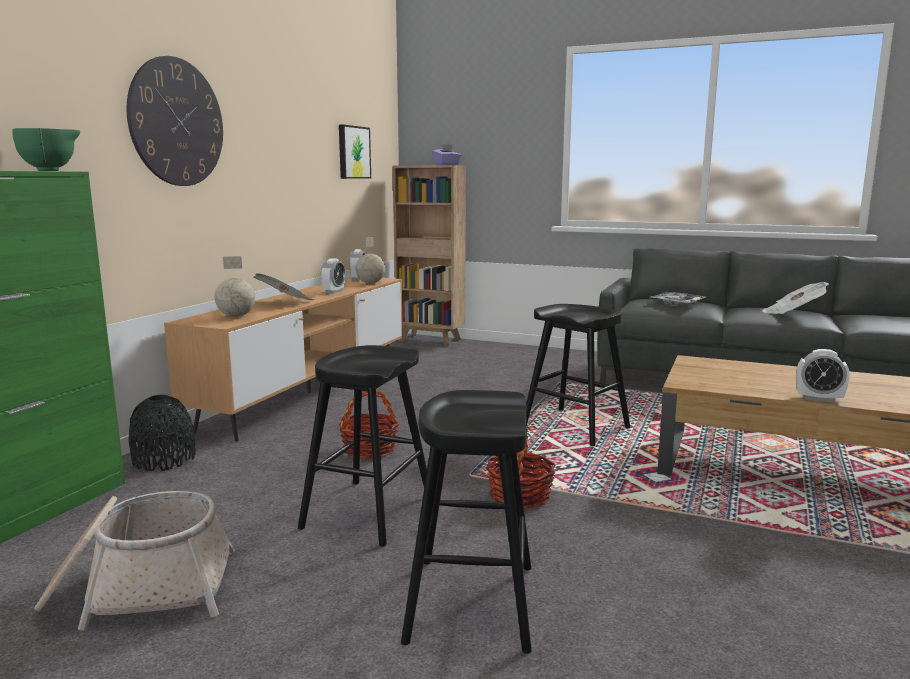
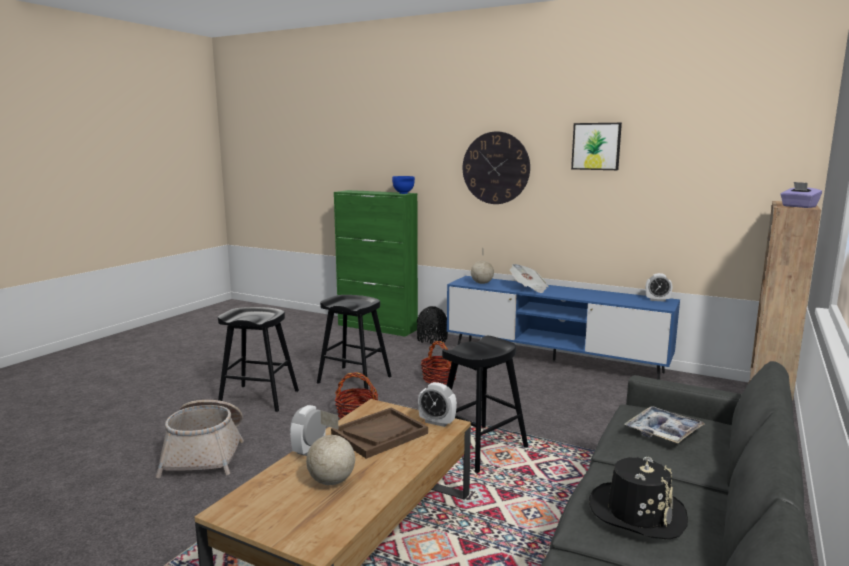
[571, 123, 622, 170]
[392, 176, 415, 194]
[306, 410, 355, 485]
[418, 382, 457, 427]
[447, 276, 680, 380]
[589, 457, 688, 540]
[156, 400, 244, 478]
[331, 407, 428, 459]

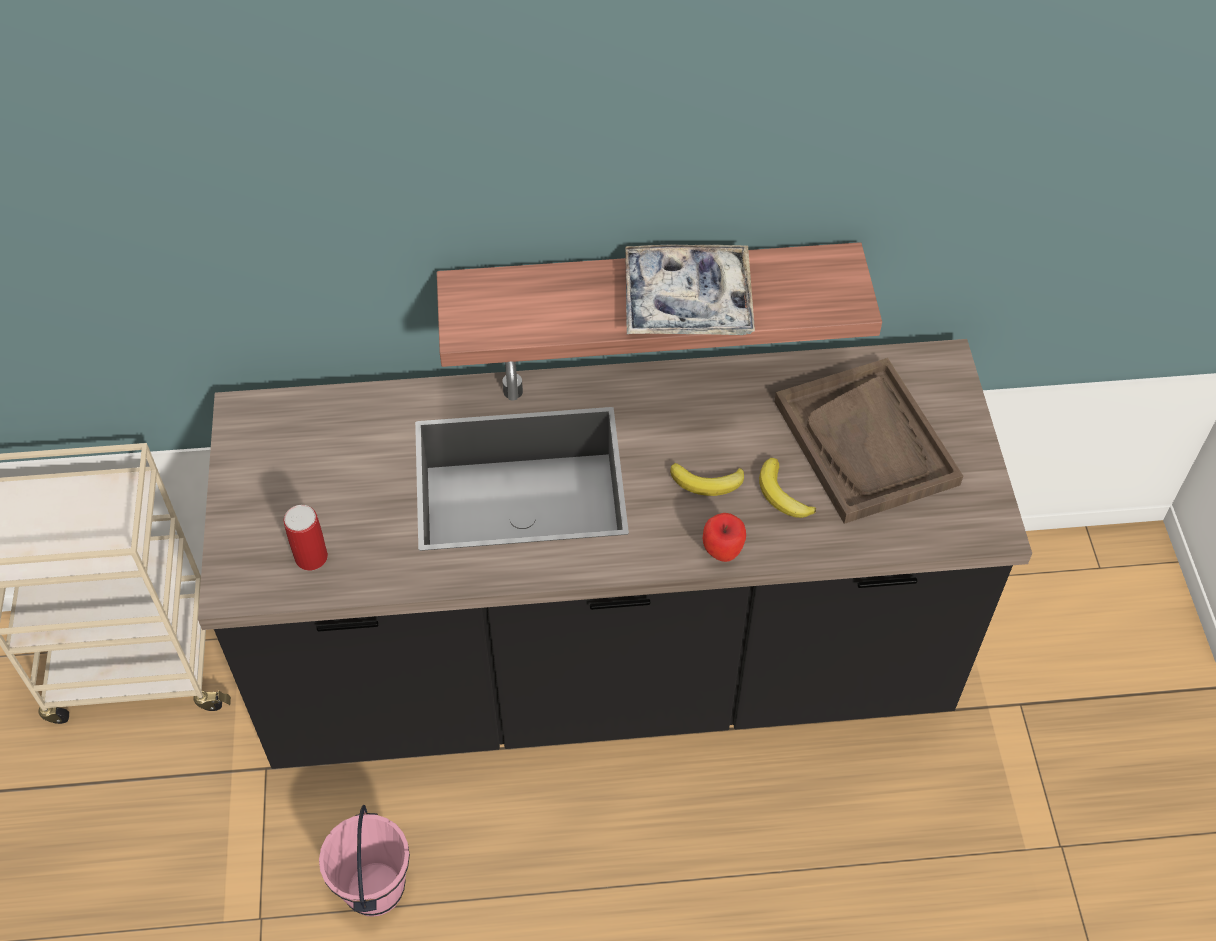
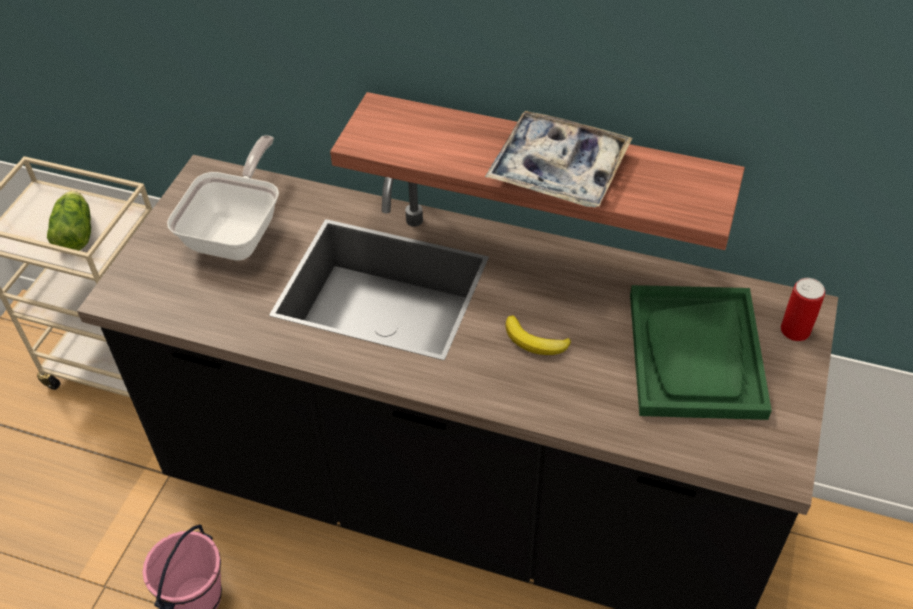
[630, 285, 772, 420]
[759, 458, 816, 518] (first image)
[781, 278, 825, 341]
[703, 513, 746, 562] (first image)
[167, 135, 279, 261]
[47, 191, 91, 251]

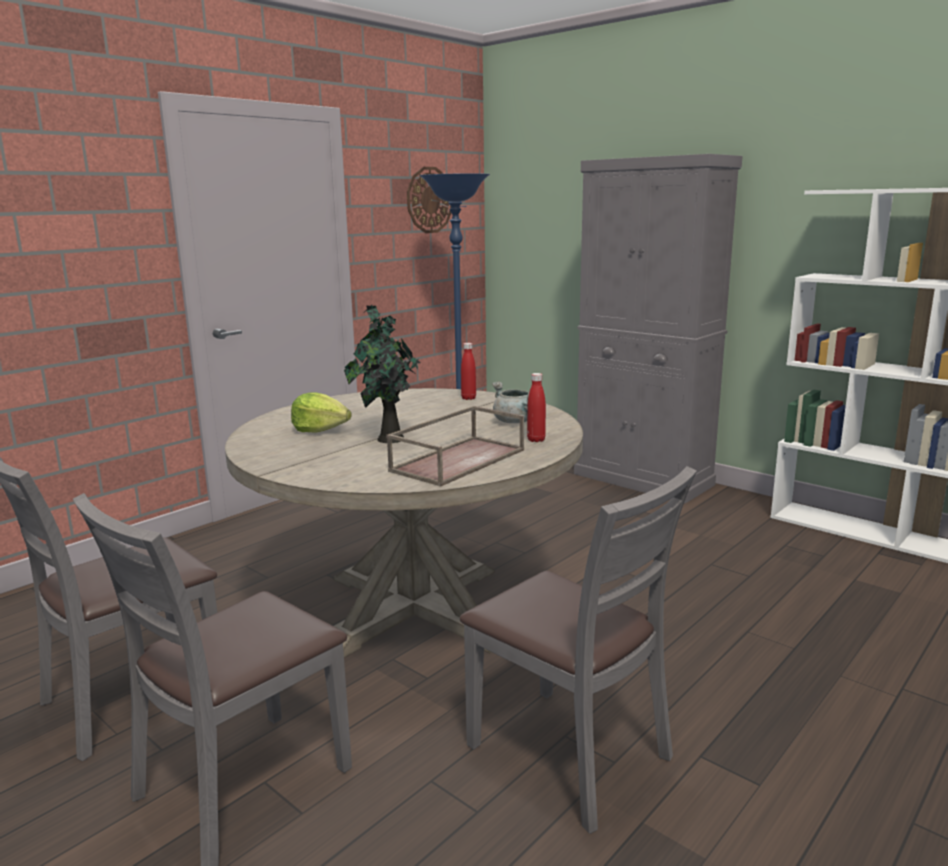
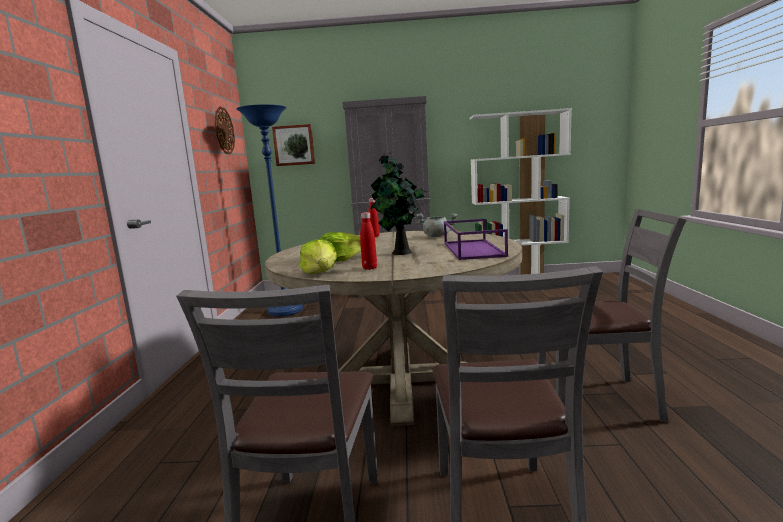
[360, 212, 377, 270]
[444, 219, 508, 260]
[272, 124, 315, 166]
[300, 240, 337, 274]

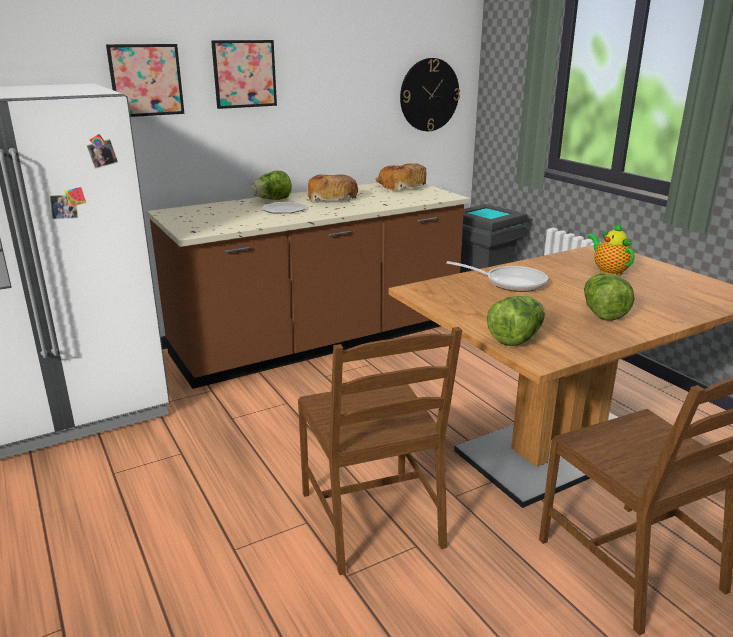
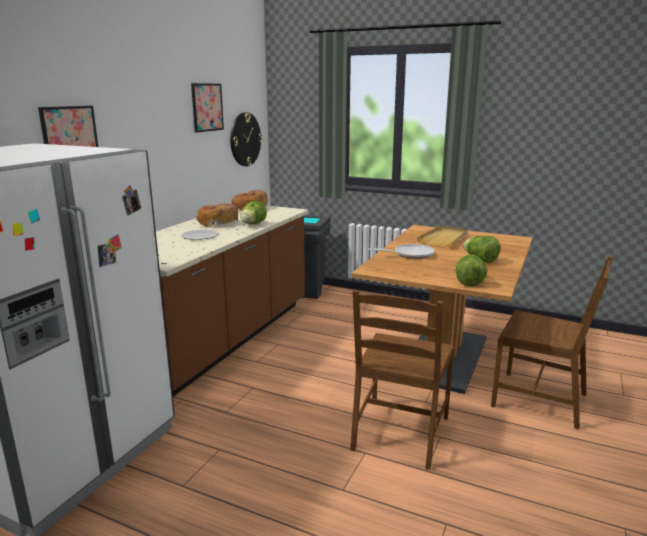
[191, 83, 224, 133]
[240, 201, 267, 224]
[417, 226, 468, 248]
[350, 290, 454, 470]

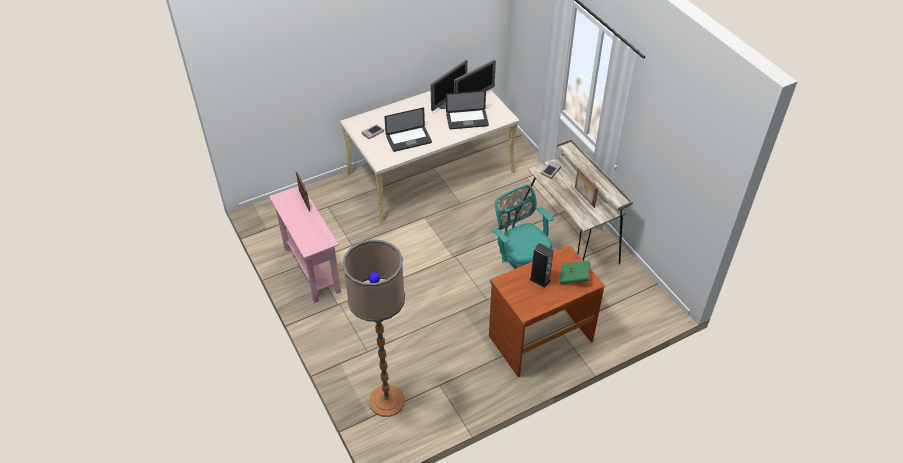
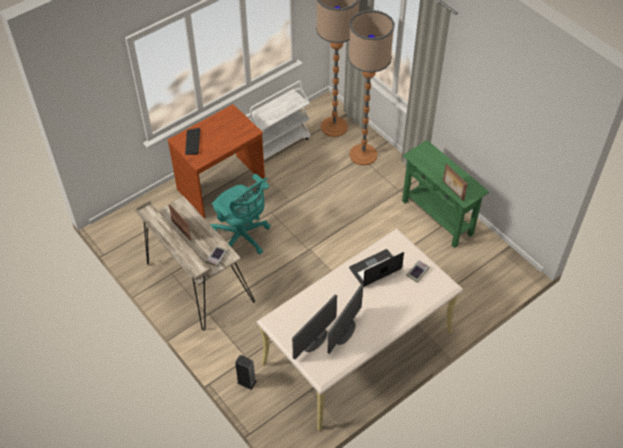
[446, 91, 489, 129] (first image)
[402, 140, 489, 248]
[235, 355, 257, 390]
[185, 128, 200, 155]
[348, 10, 395, 165]
[245, 81, 310, 160]

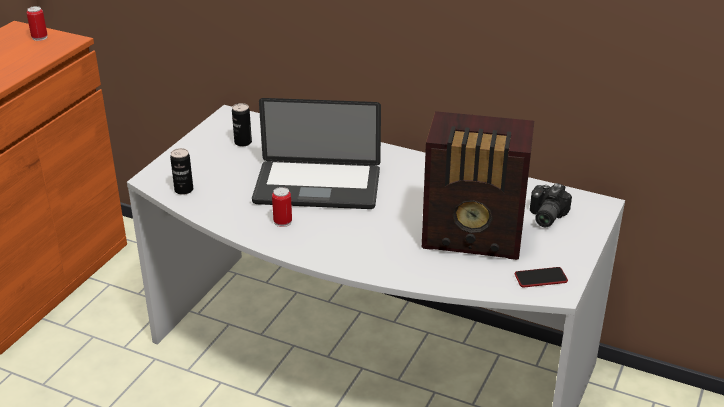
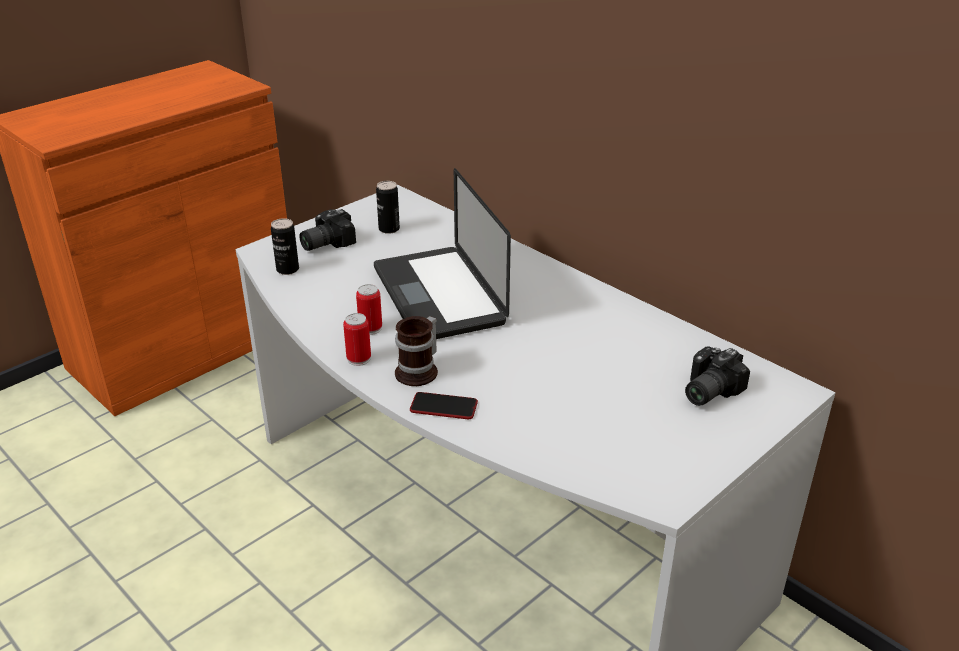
[343, 313, 371, 366]
[374, 168, 511, 339]
[422, 111, 534, 260] (first image)
[410, 392, 478, 419]
[299, 209, 356, 251]
[395, 316, 438, 386]

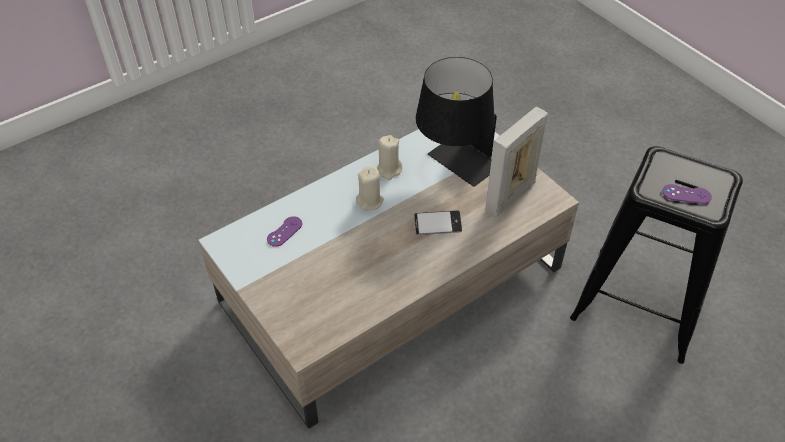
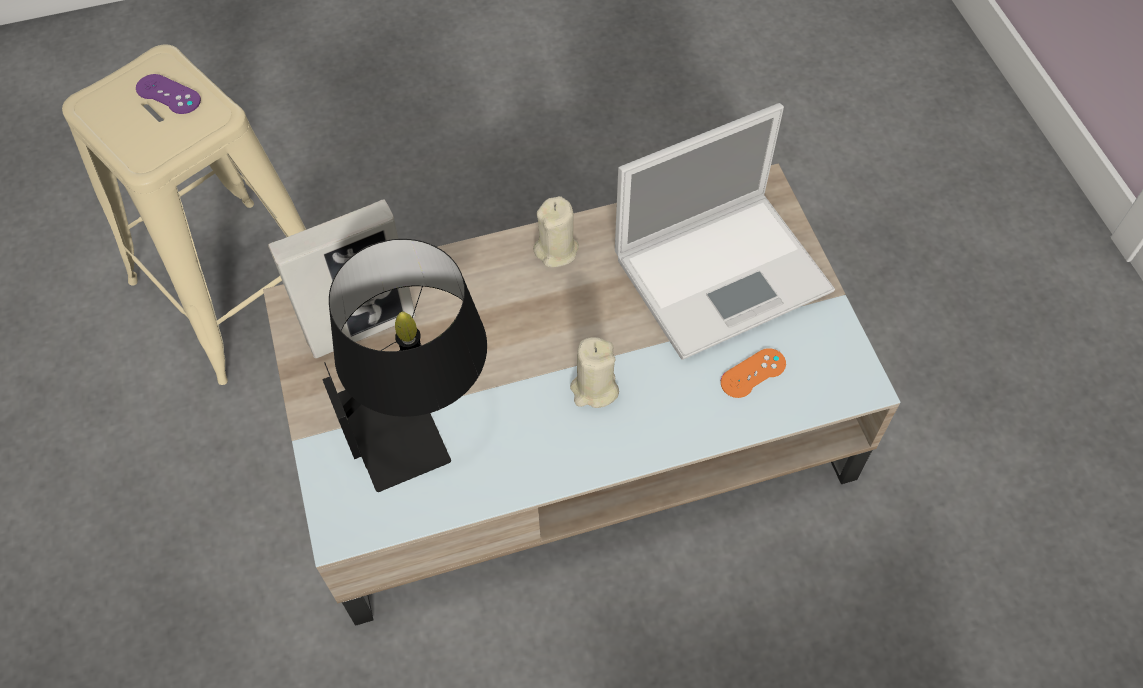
[533, 196, 579, 268]
[62, 44, 306, 385]
[414, 210, 462, 235] (first image)
[721, 348, 786, 398]
[615, 103, 835, 360]

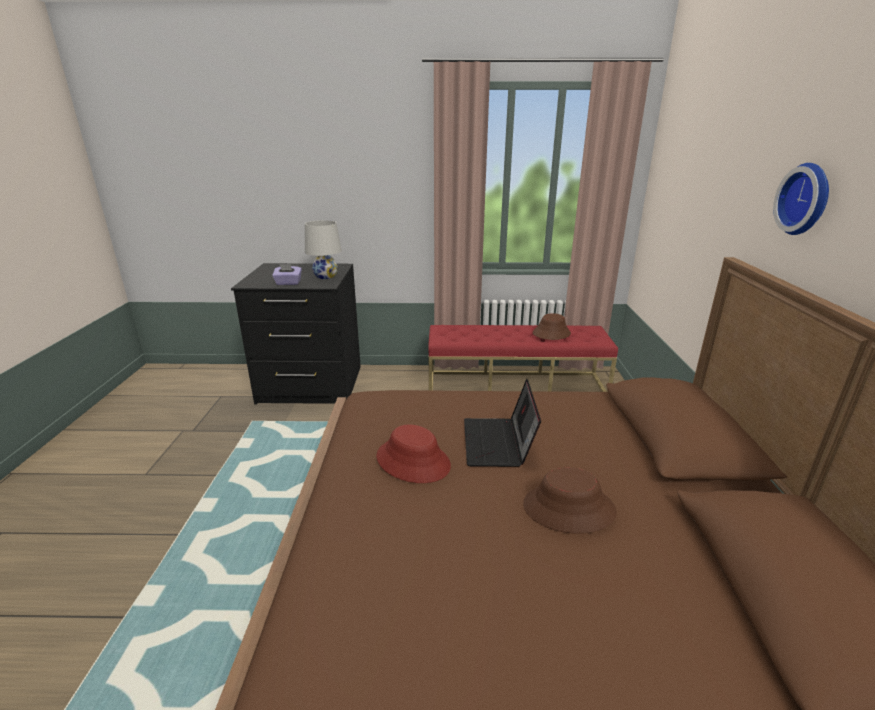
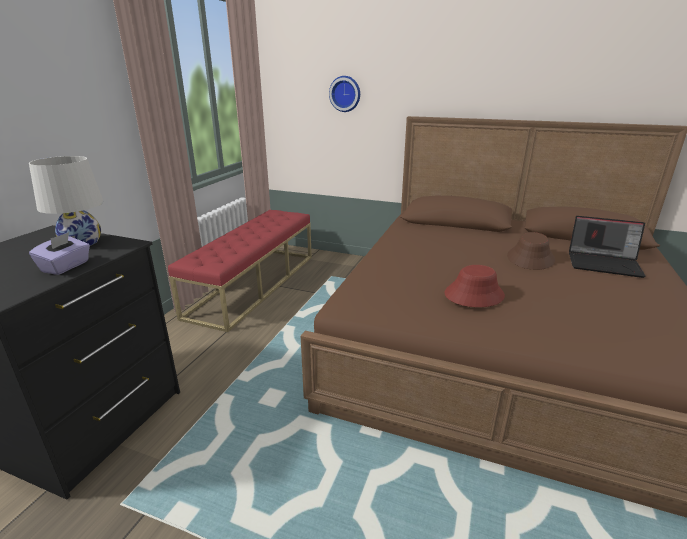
[329, 76, 360, 112]
[533, 313, 571, 340] (first image)
[569, 216, 646, 278]

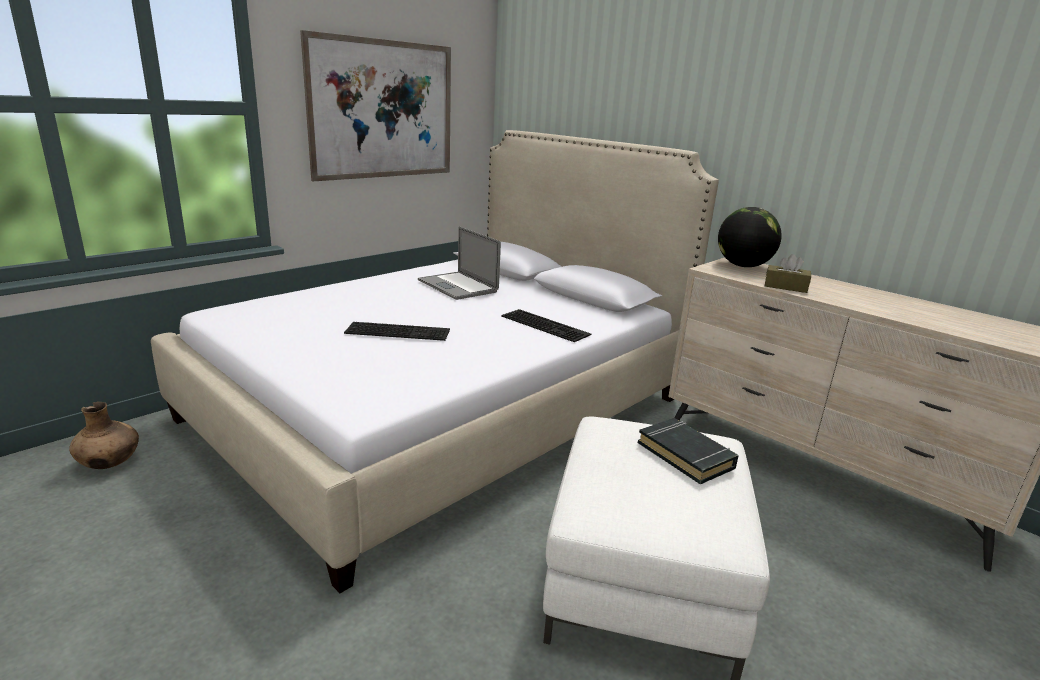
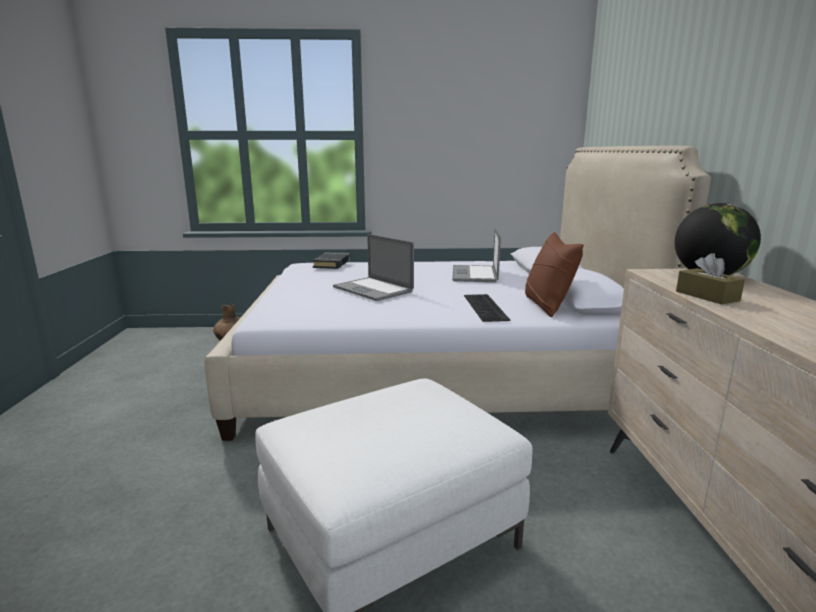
[300, 30, 451, 181] (first image)
[333, 234, 414, 301]
[312, 252, 350, 269]
[525, 232, 584, 317]

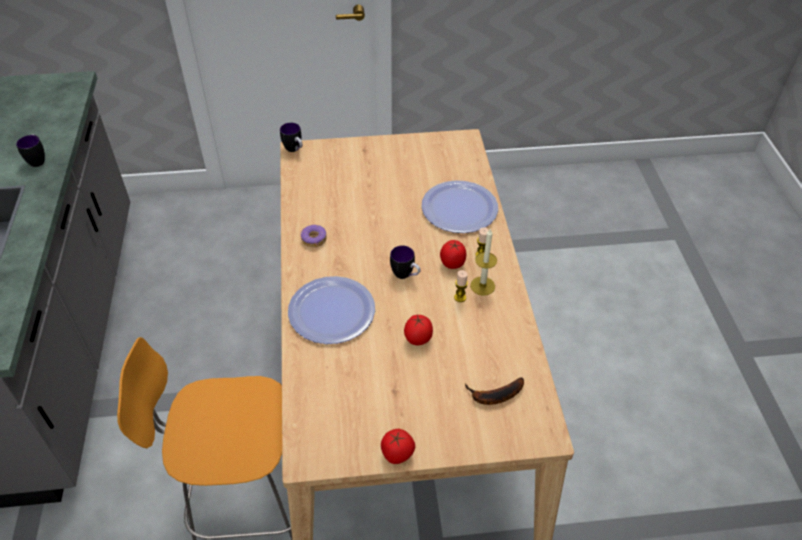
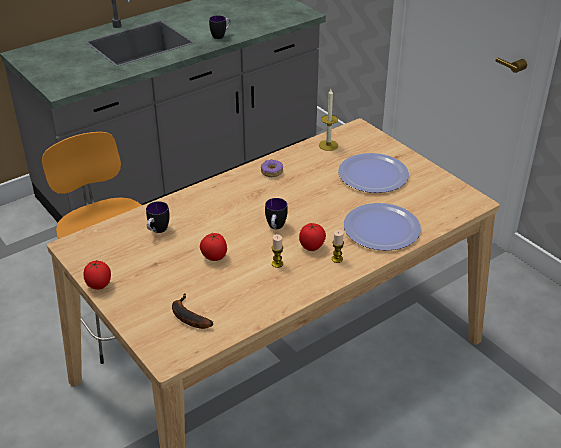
[146, 201, 170, 233]
[319, 89, 338, 151]
[338, 153, 409, 193]

